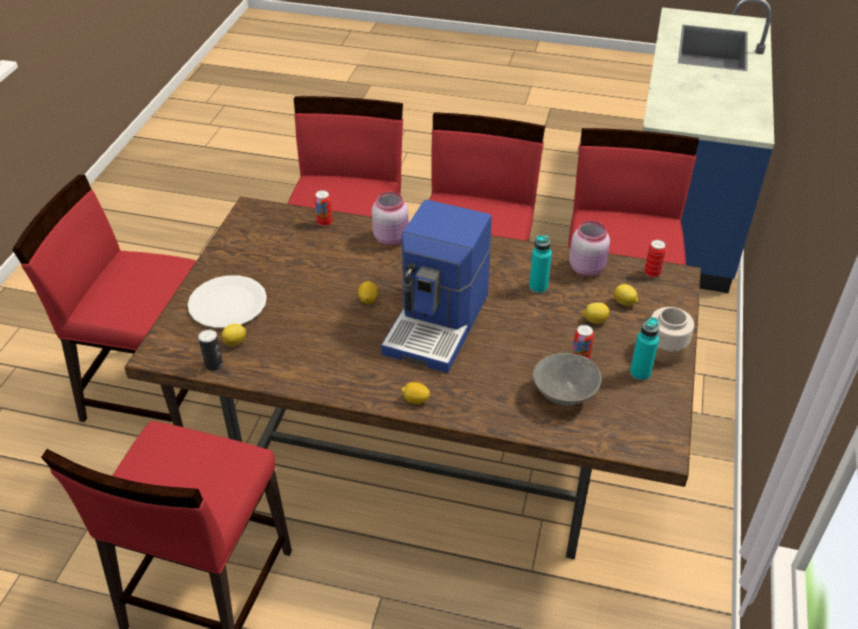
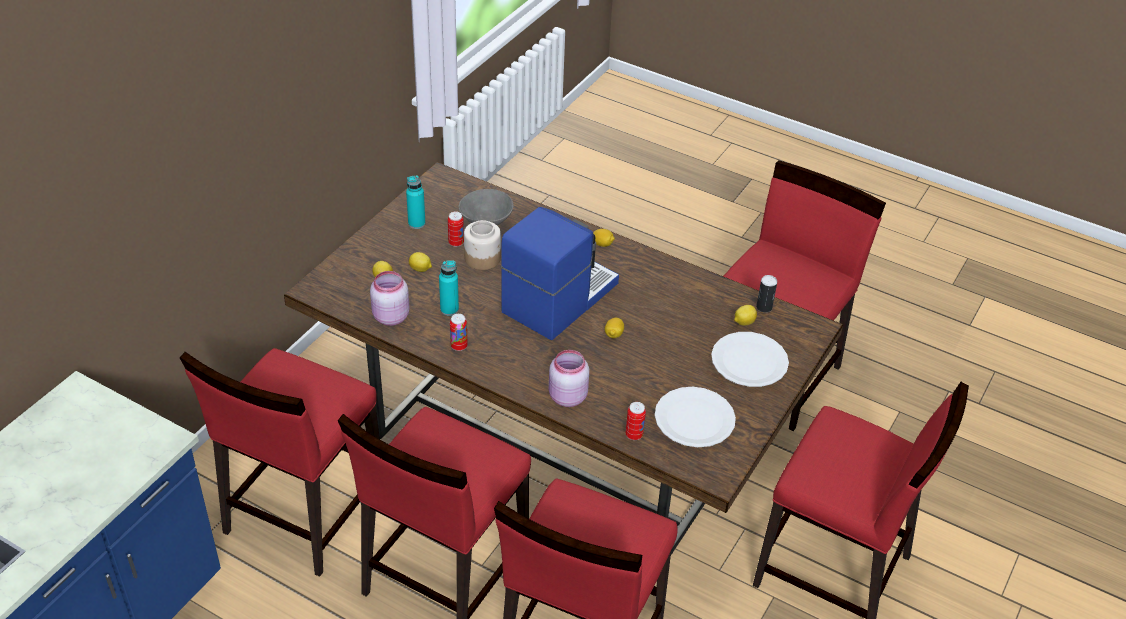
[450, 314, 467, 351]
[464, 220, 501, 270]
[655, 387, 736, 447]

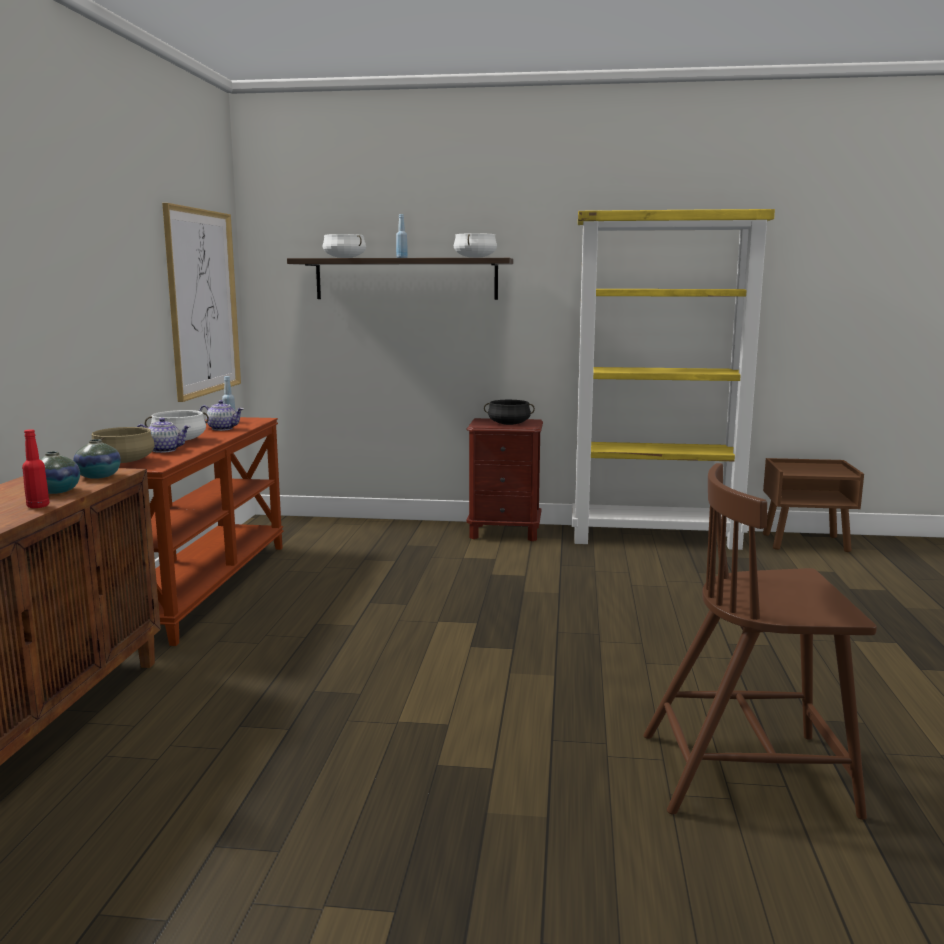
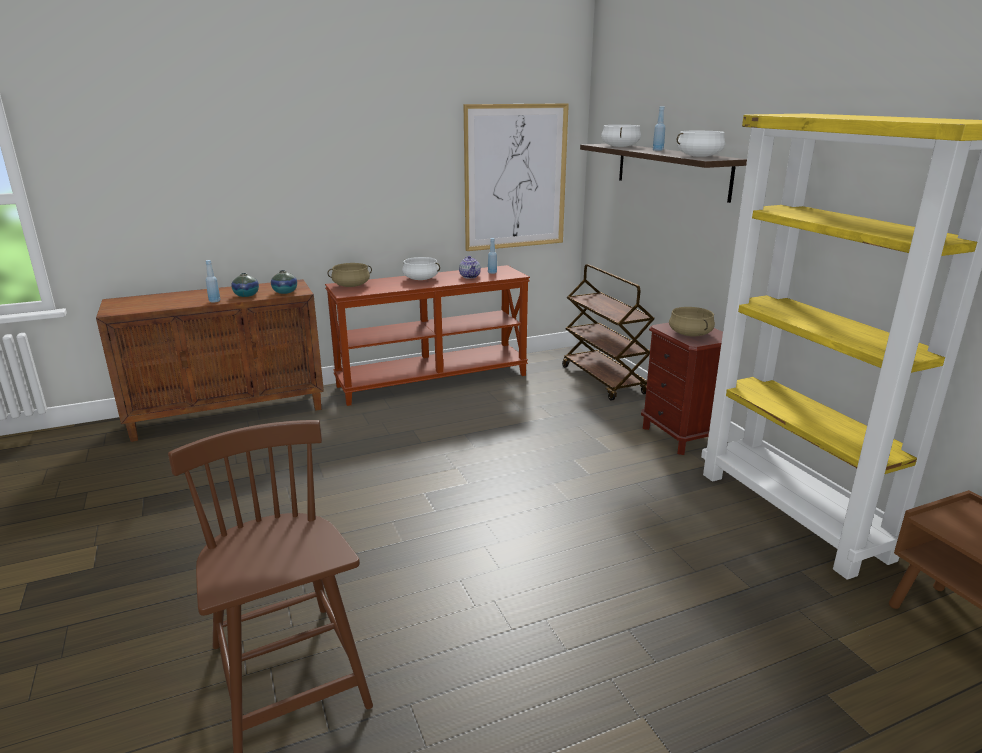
[669, 307, 715, 336]
[137, 418, 191, 453] (first image)
[206, 260, 220, 302]
[562, 264, 655, 401]

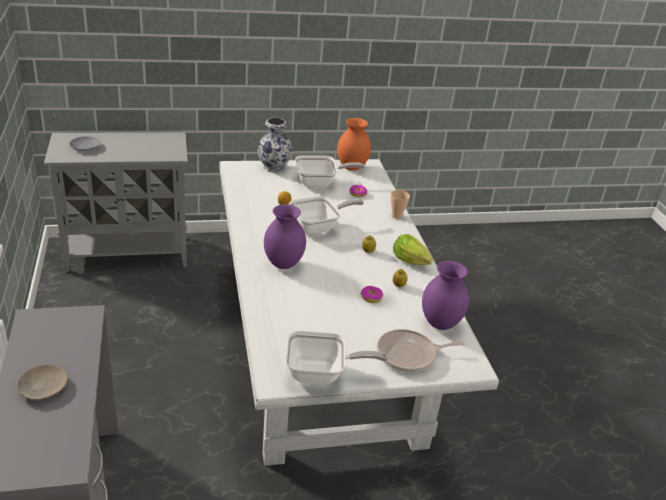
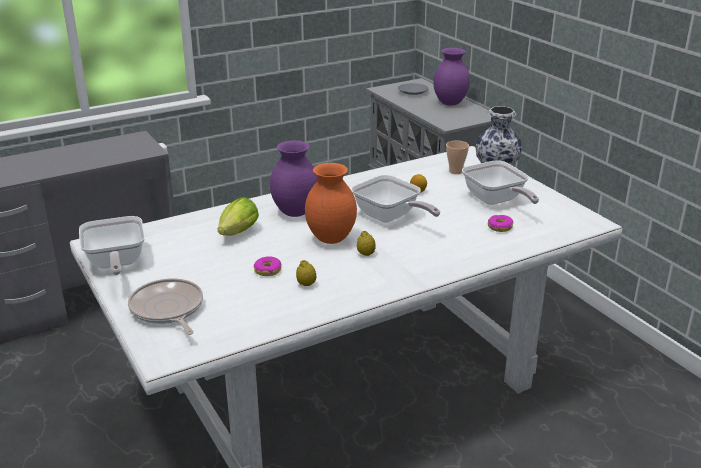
[305, 163, 357, 244]
[446, 141, 469, 174]
[218, 197, 259, 236]
[433, 48, 470, 106]
[17, 365, 68, 400] (first image)

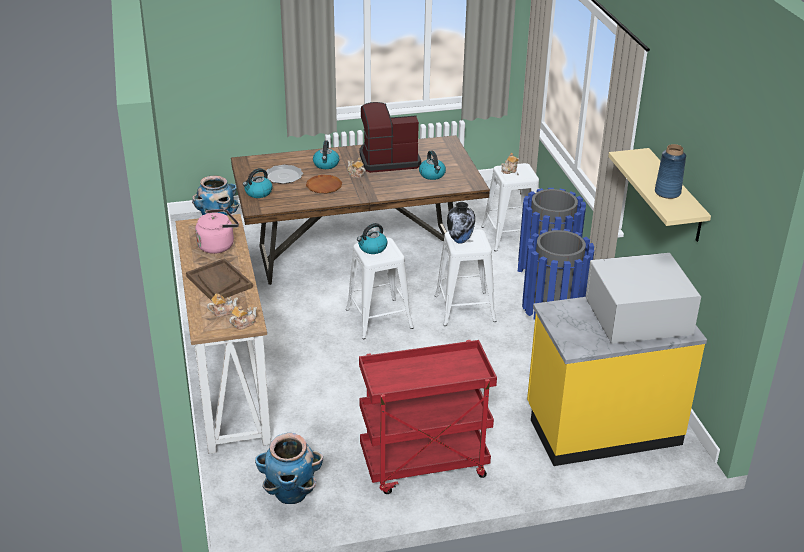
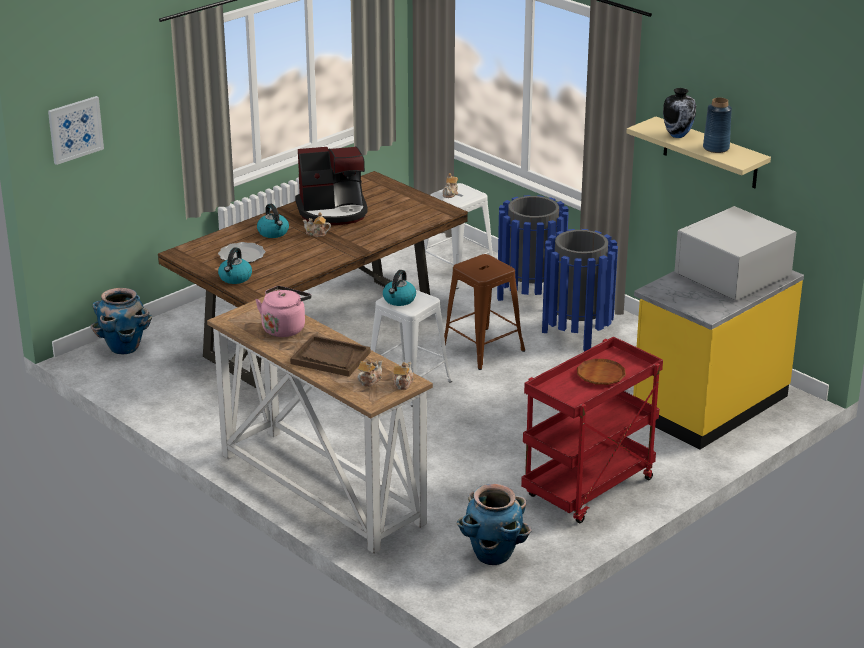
[295, 146, 368, 225]
[419, 150, 446, 180] (first image)
[577, 359, 626, 385]
[663, 88, 696, 138]
[444, 254, 525, 370]
[48, 96, 104, 165]

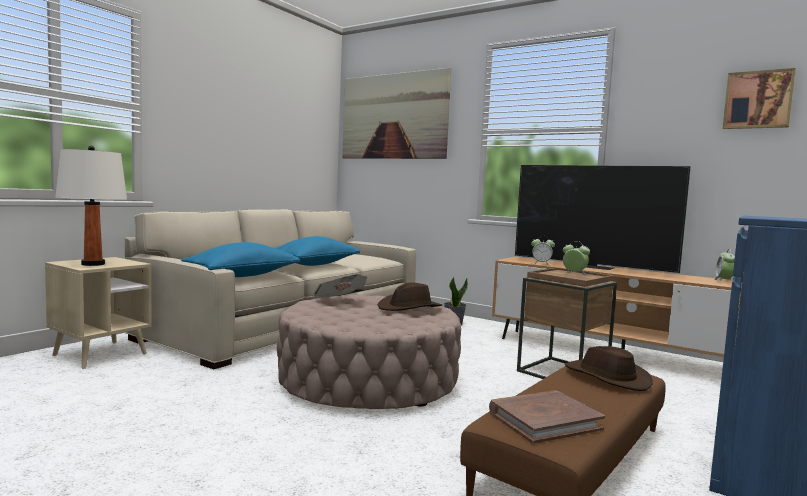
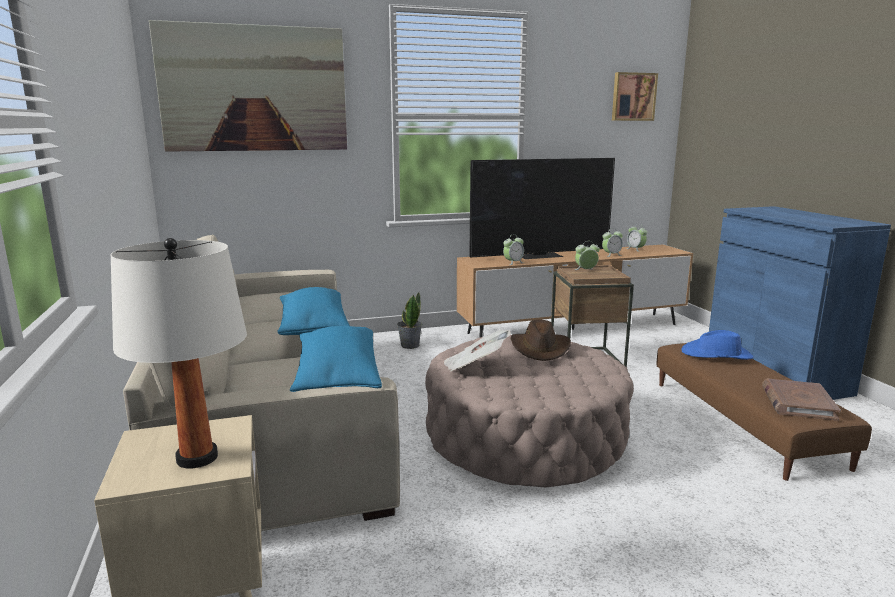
[681, 330, 754, 360]
[602, 228, 623, 257]

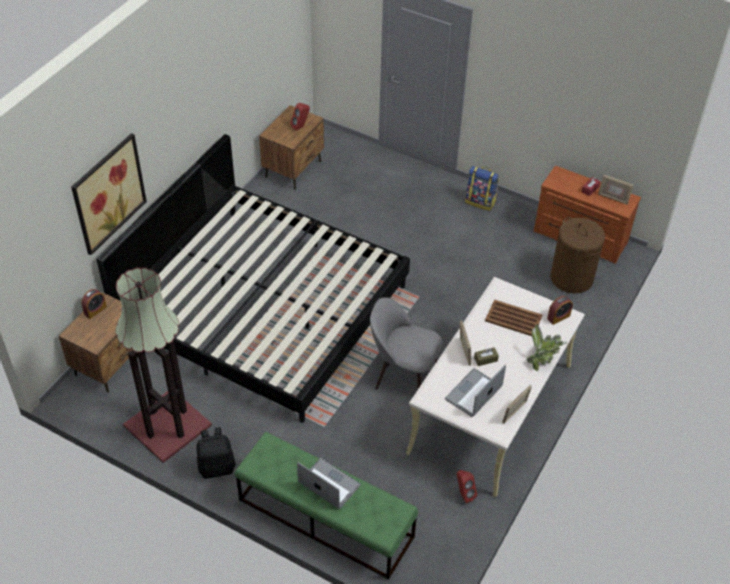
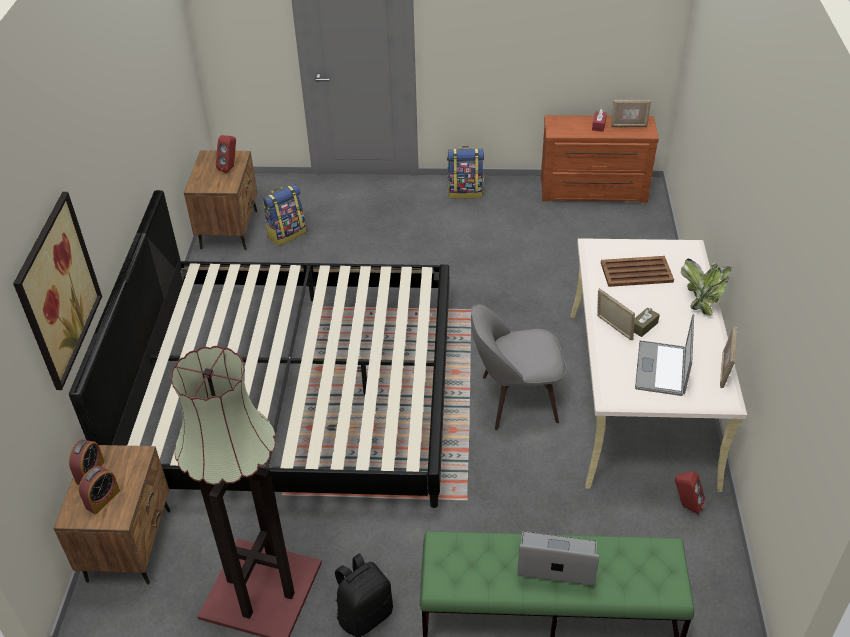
[550, 217, 605, 293] (first image)
[79, 466, 120, 515]
[263, 184, 307, 246]

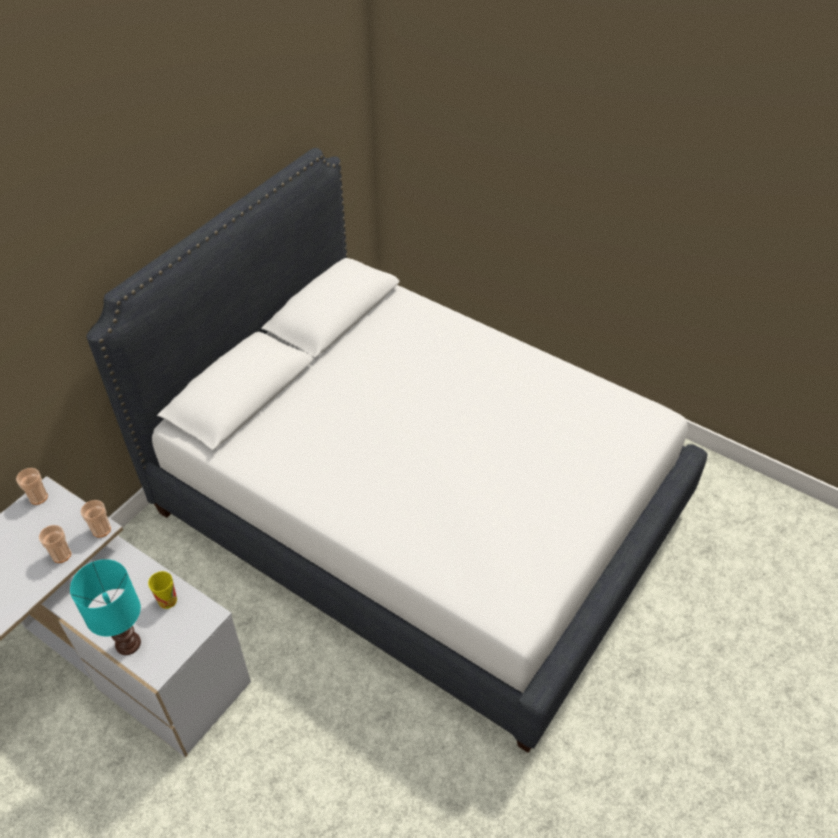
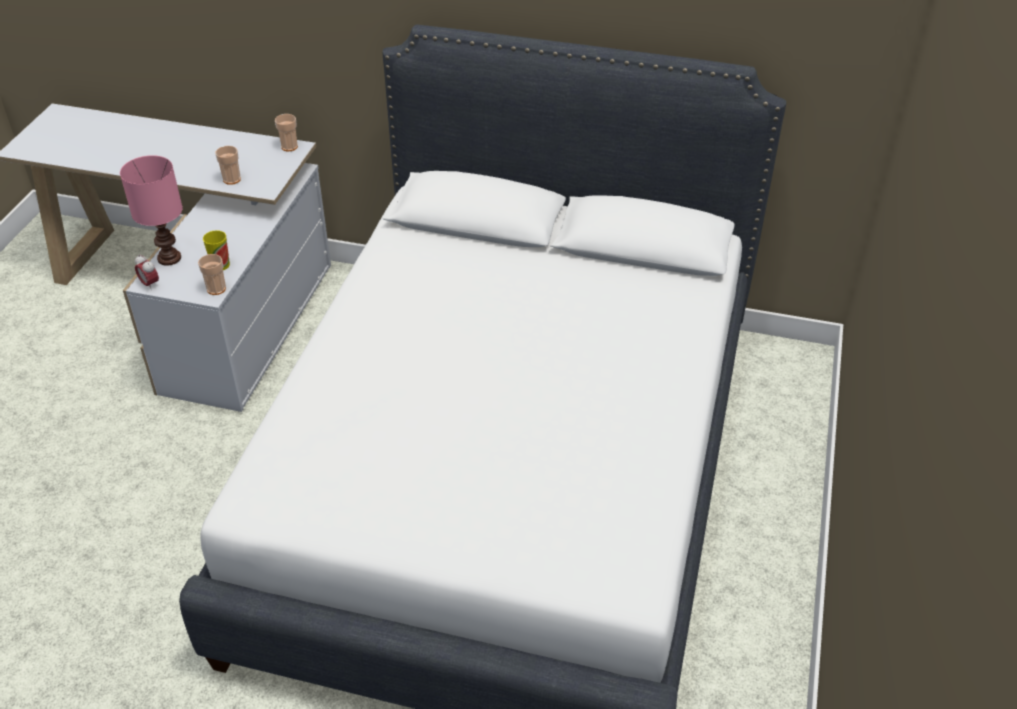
[198, 254, 226, 295]
[120, 155, 183, 266]
[135, 254, 159, 291]

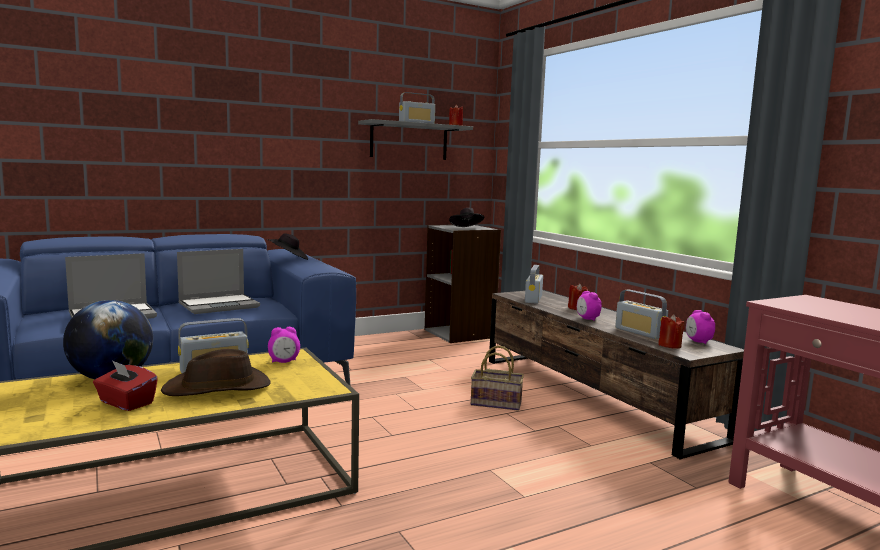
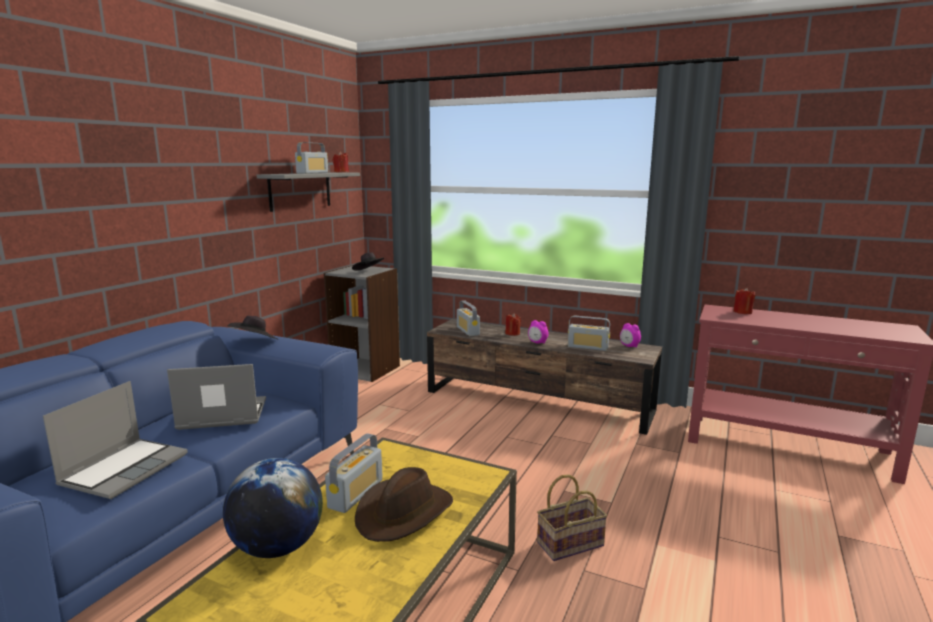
[167, 364, 266, 430]
[733, 288, 755, 314]
[268, 327, 300, 363] (first image)
[537, 474, 607, 561]
[93, 360, 158, 411] (first image)

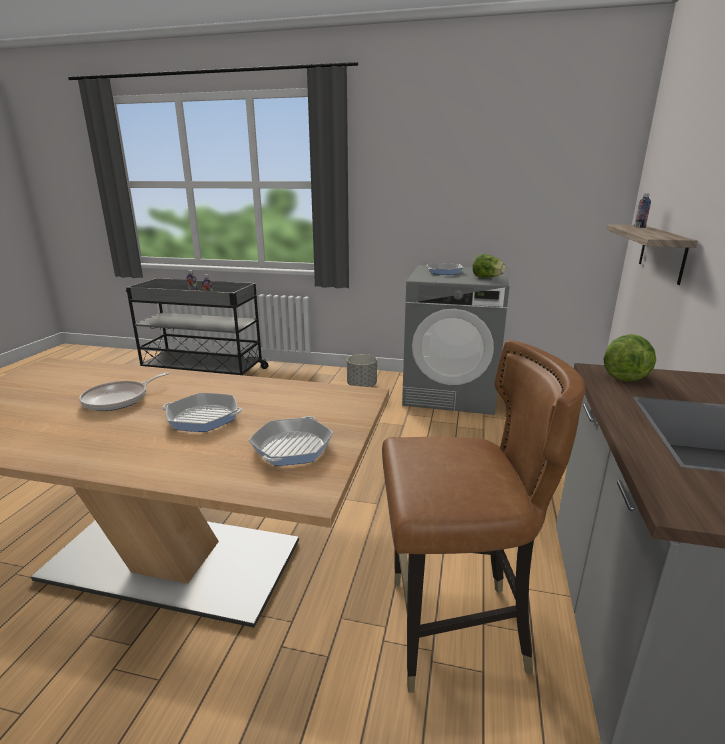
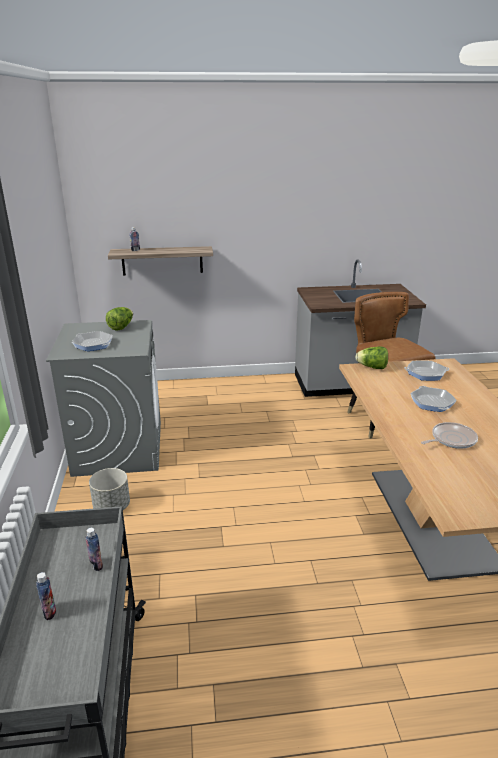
[355, 347, 388, 369]
[421, 422, 478, 449]

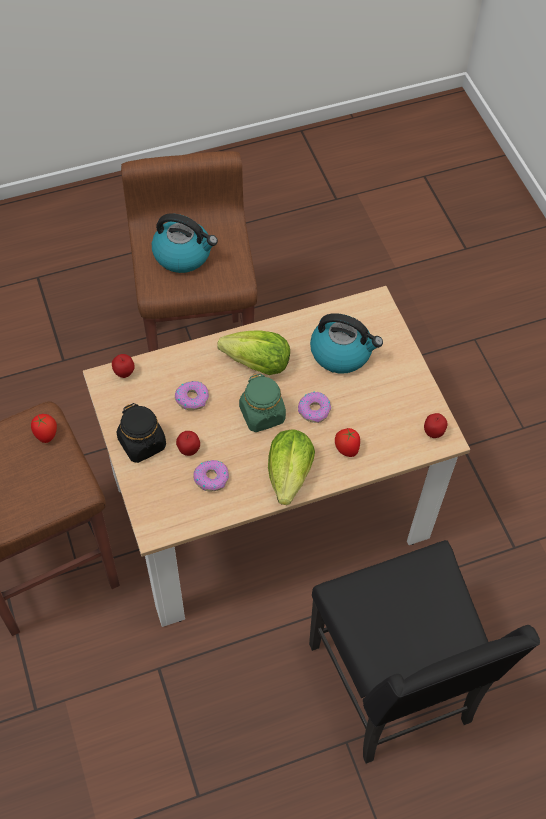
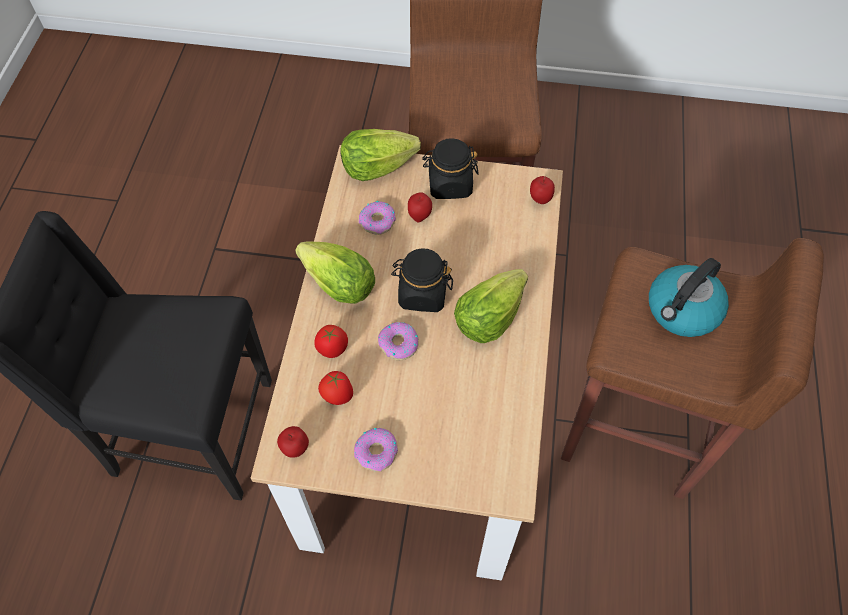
[310, 313, 383, 374] (first image)
[391, 248, 453, 312]
[354, 428, 398, 471]
[318, 371, 353, 405]
[341, 129, 421, 181]

